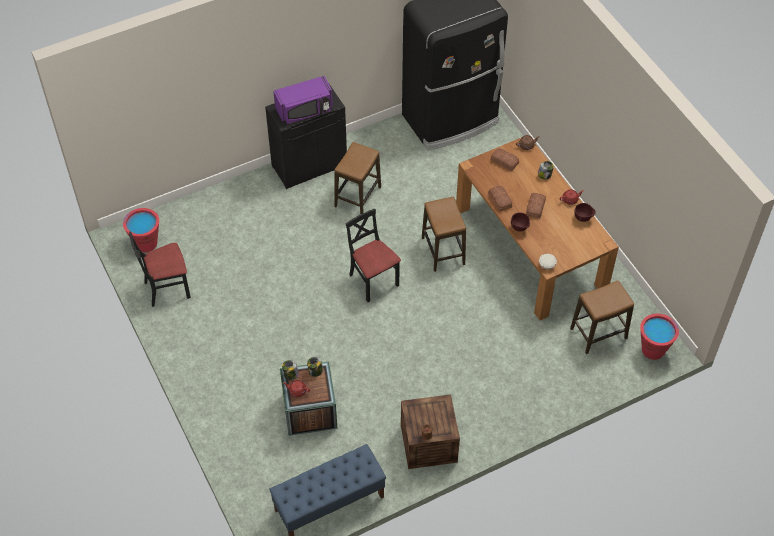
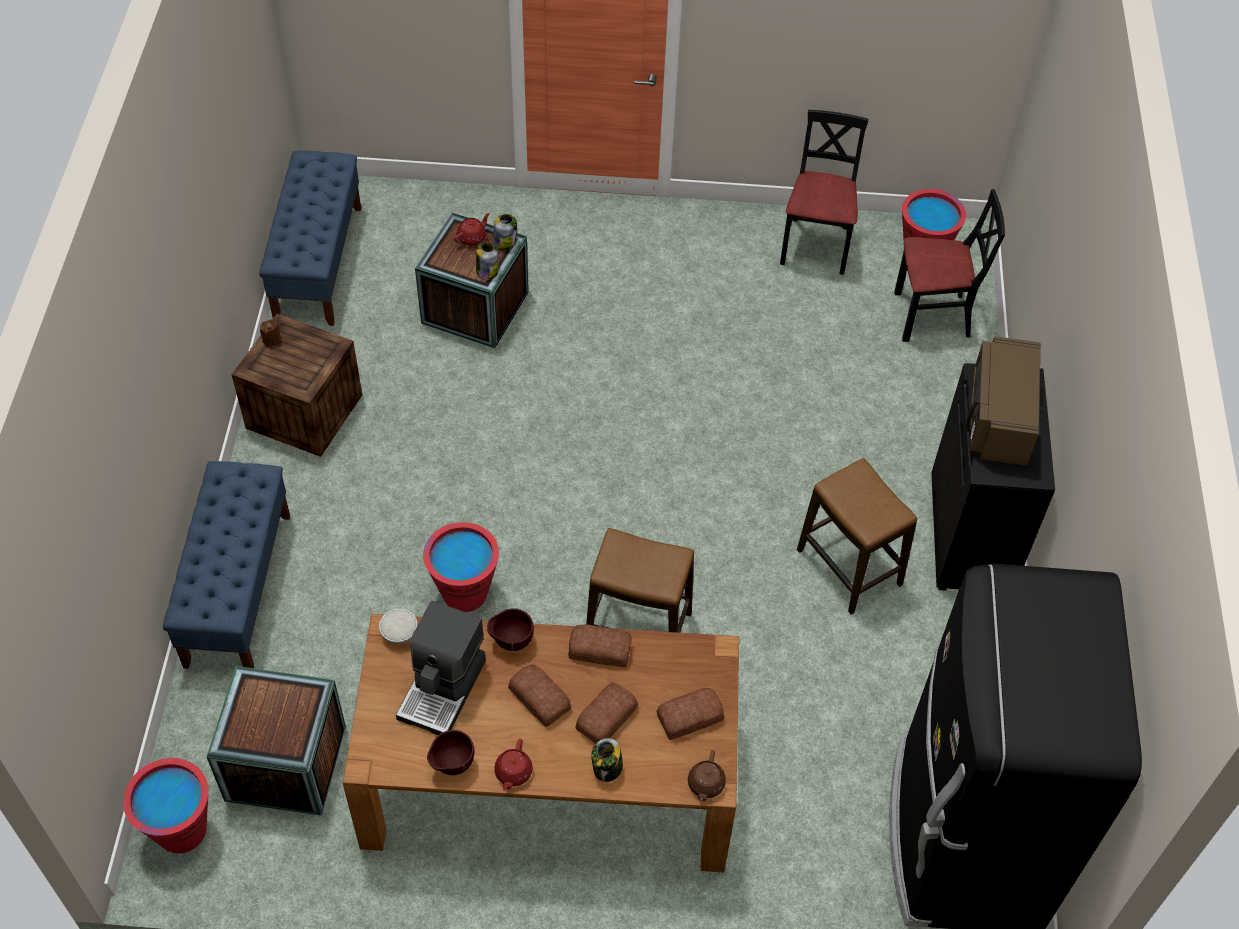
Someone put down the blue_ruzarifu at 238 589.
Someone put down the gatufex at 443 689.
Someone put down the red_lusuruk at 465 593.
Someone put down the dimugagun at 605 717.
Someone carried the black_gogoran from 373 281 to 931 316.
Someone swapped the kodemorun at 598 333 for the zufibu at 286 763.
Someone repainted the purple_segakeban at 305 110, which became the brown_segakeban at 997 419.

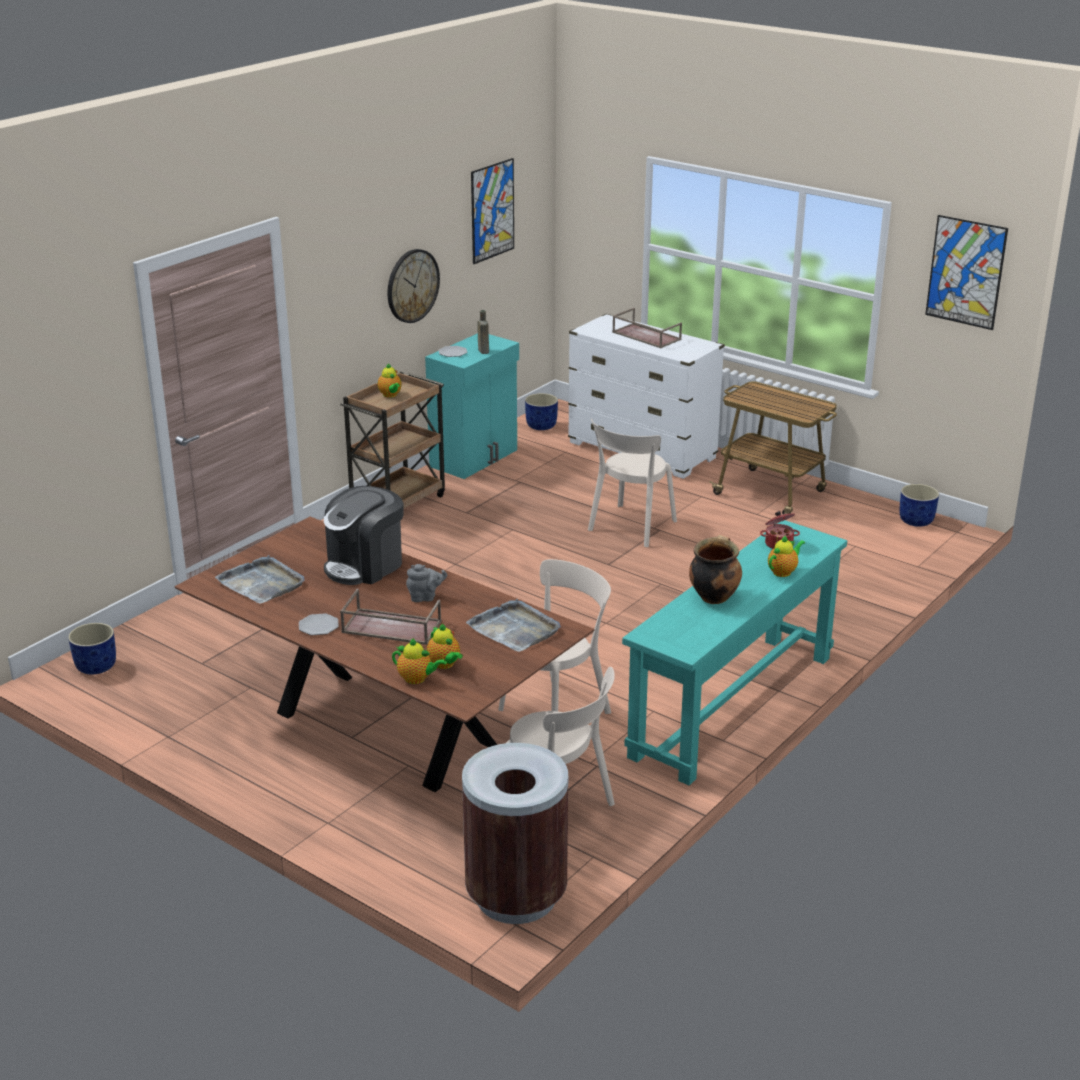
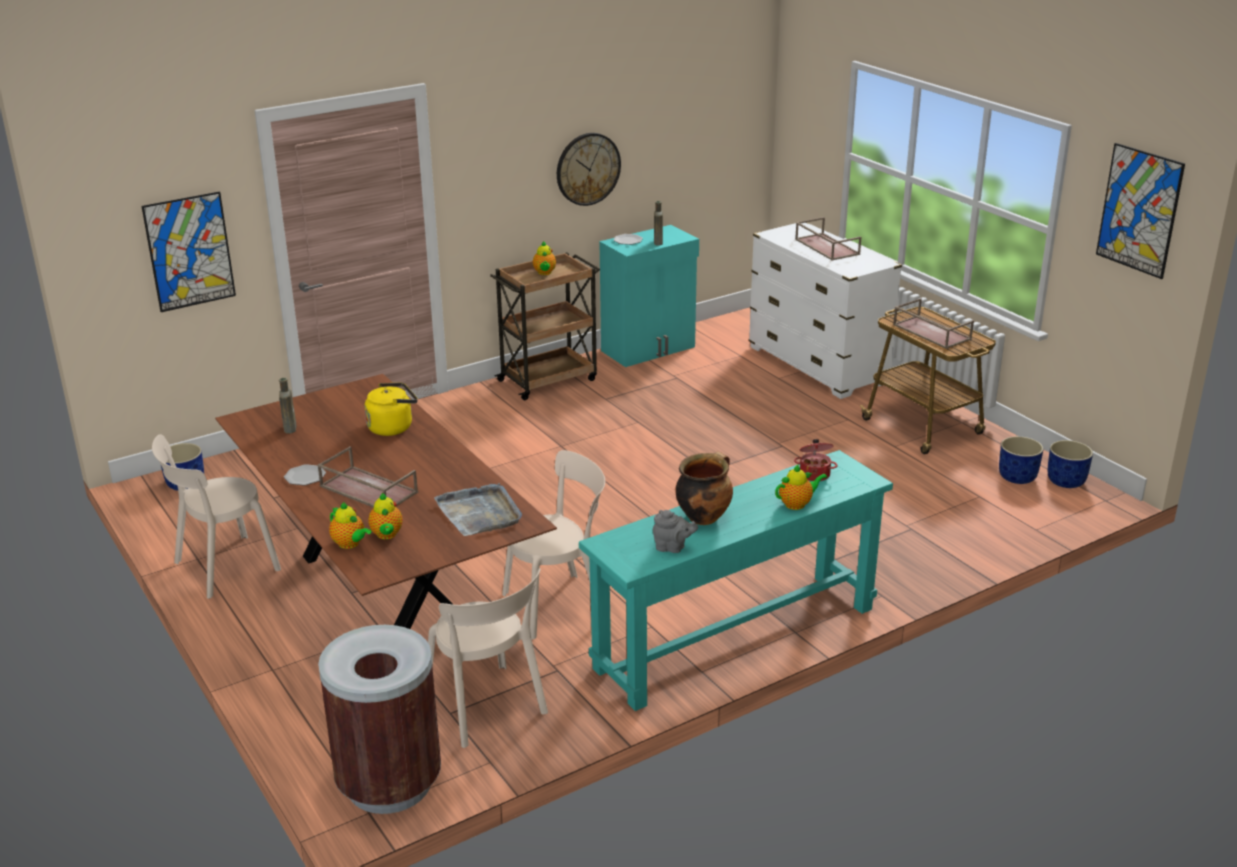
Someone put down the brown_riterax at 930 332.
Someone carried the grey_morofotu from 425 597 to 672 548.
Someone carried the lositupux from 492 211 to 189 251.
Someone carried the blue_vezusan from 541 425 to 1017 477.
Someone carried the beige_gogoran from 630 527 to 222 568.
Someone swapped the grey_riterax at 262 583 for the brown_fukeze at 290 428.
Someone swapped the gatufex at 365 565 for the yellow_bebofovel at 393 427.

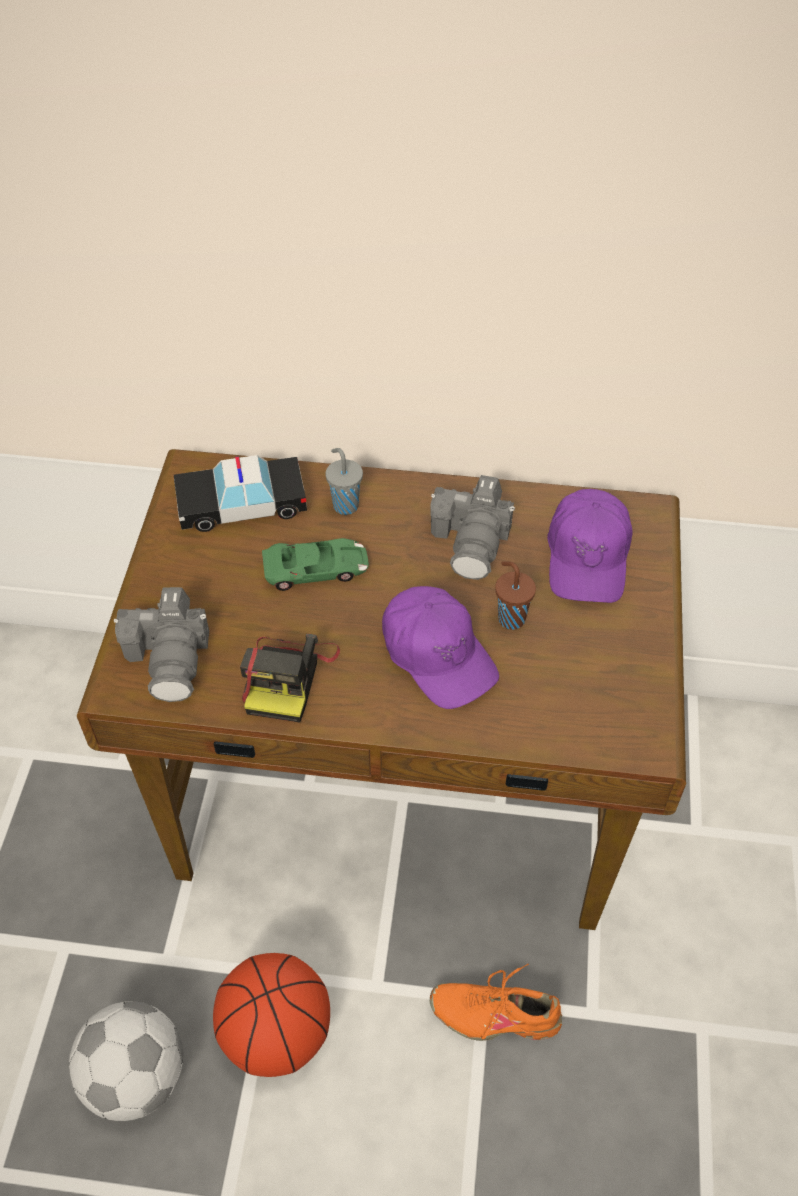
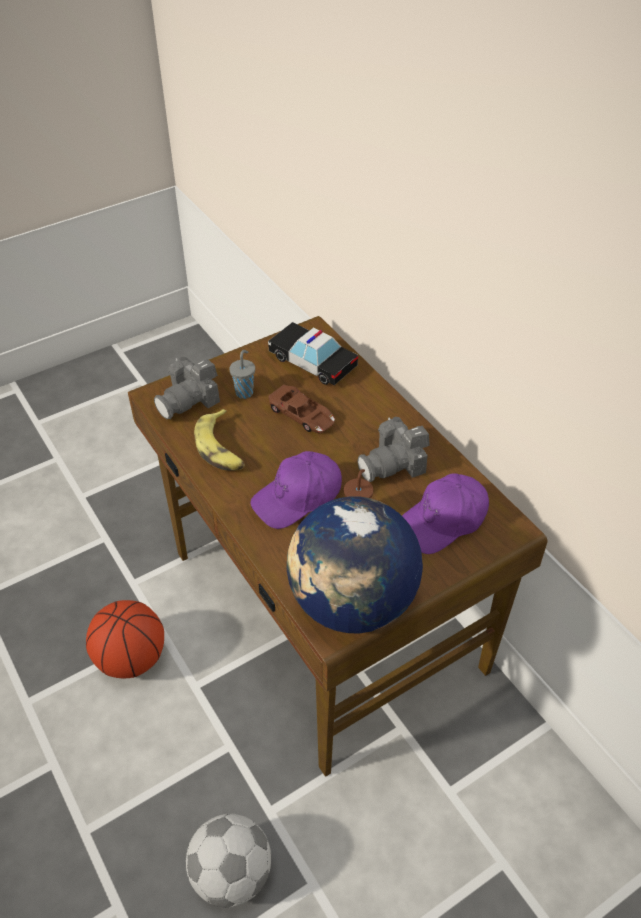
Someone took away the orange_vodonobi at 495 1013.
Someone put down the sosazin at 352 603.
Someone carried the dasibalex from 137 1076 to 232 874.
Someone carried the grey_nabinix from 344 505 to 245 392.
Someone swapped the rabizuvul at 288 677 for the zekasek at 221 448.
Someone repainted the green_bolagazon at 316 569, which became the brown_bolagazon at 302 415.
Someone rotated the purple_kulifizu at 438 655 by 45 degrees clockwise.

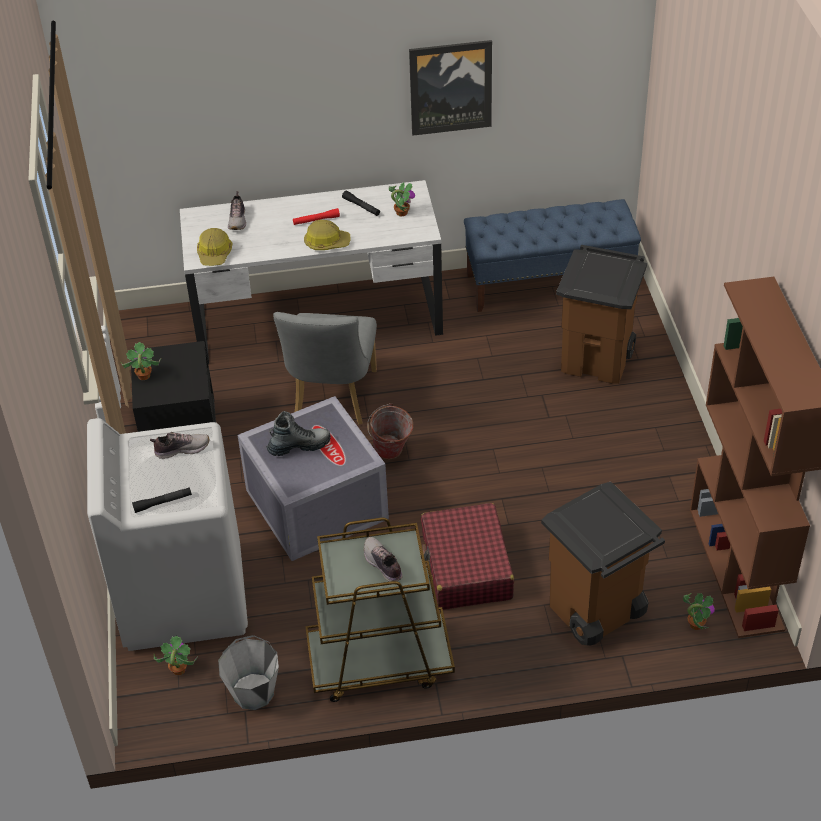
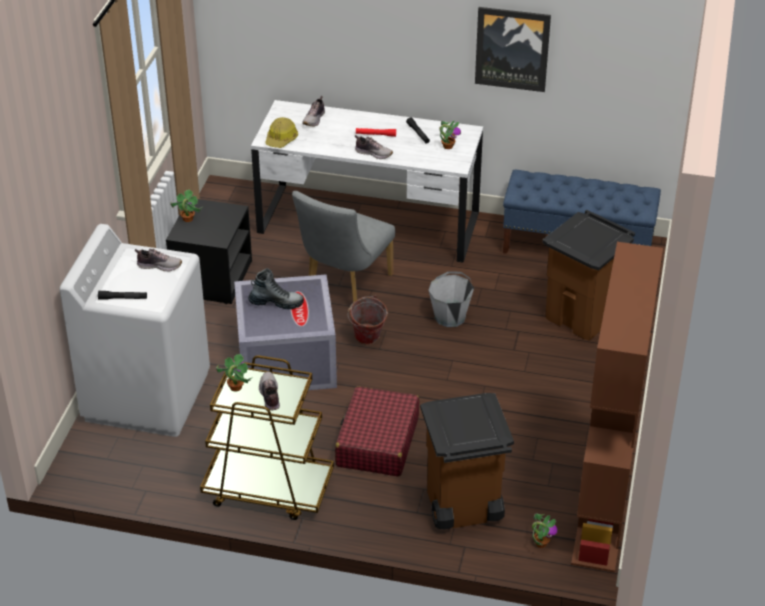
Someone carried the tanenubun from 178 670 to 235 387.
Someone carried the grey_lusuruk from 254 692 to 450 317.
Someone swapped the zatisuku at 326 242 for the vodonobi at 373 153.

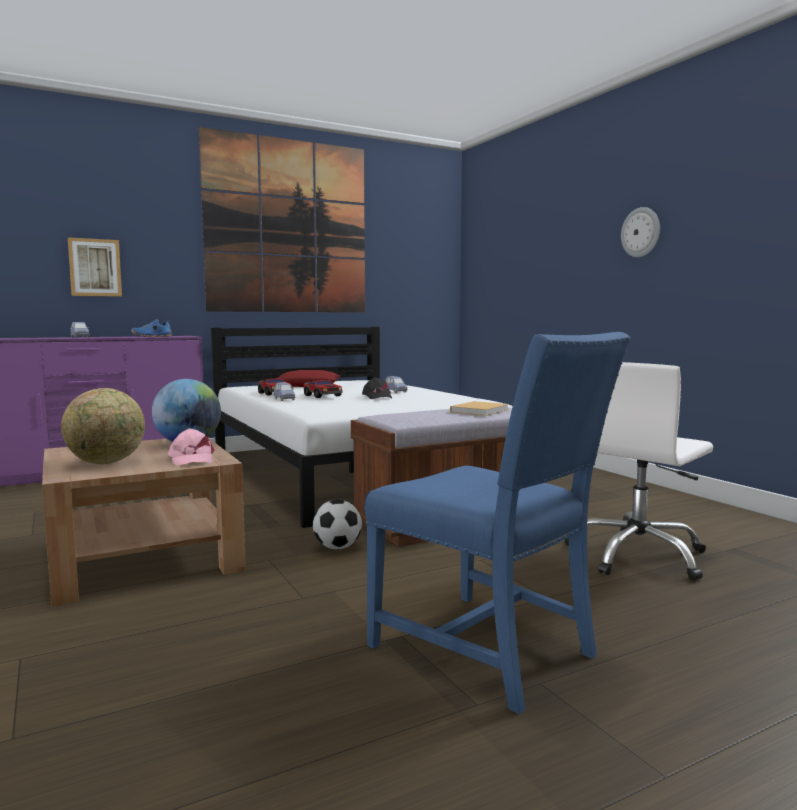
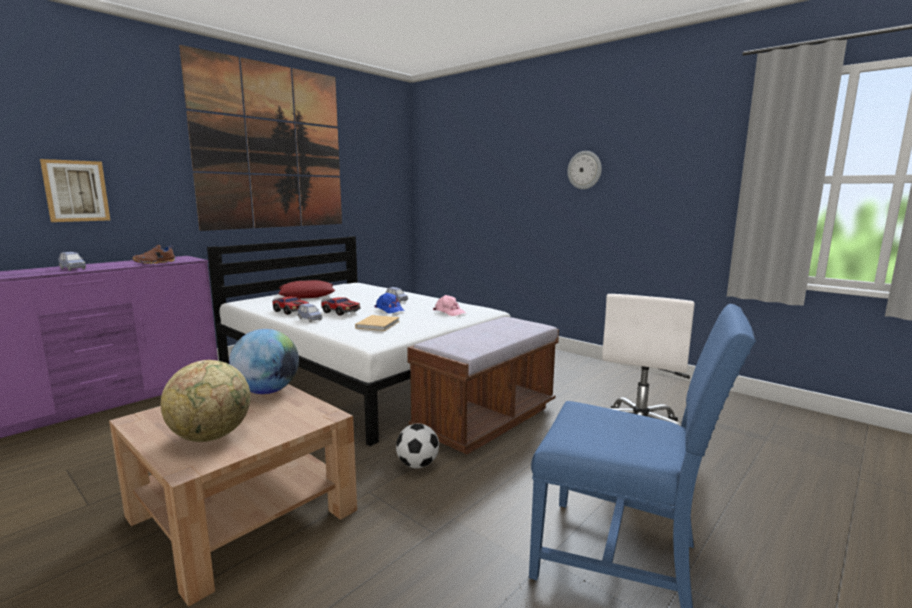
Someone carried the pink_kulifizu from 191 459 to 449 312.
Someone carried the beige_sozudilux from 480 410 to 378 324.
Someone repainted the blue_vodonobi at 152 337, which became the brown_vodonobi at 155 263.
Someone repainted the black_kulifizu at 377 397, which became the blue_kulifizu at 389 309.

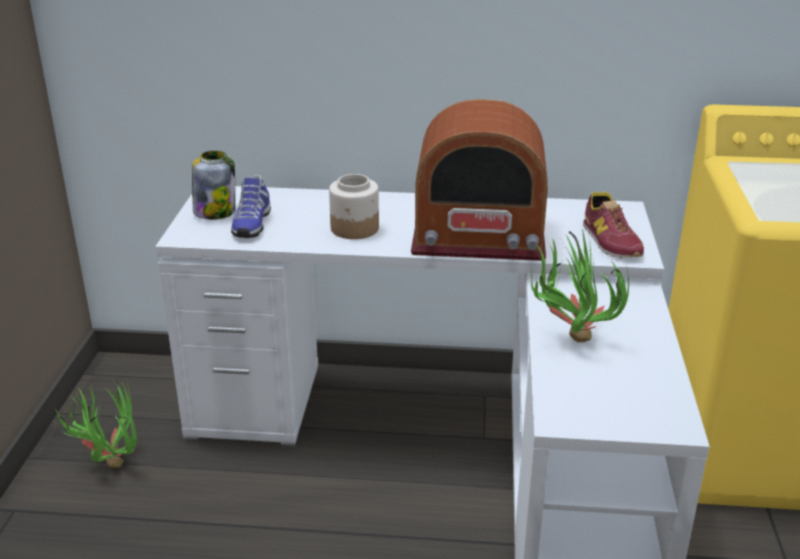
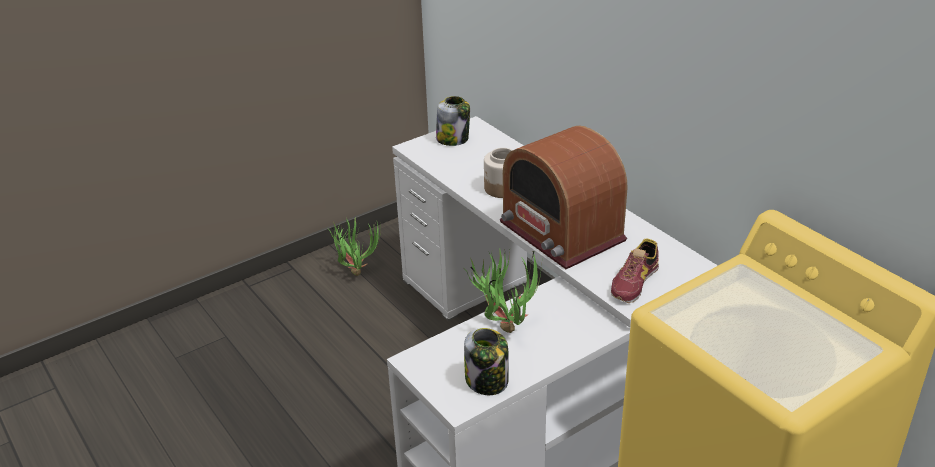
Someone took away the vodonobi at 251 224.
Someone put down the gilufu at 487 381.

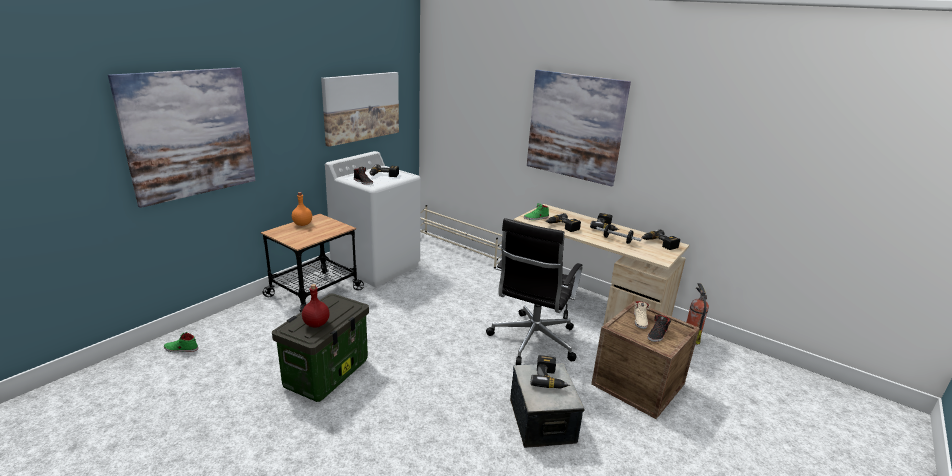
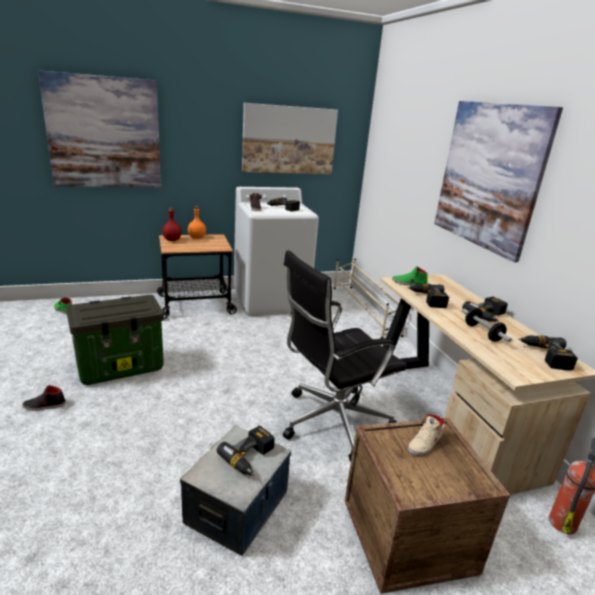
Someone carried the red_fukeze from 316 324 to 172 240.
Someone carried the black_vodonobi from 657 335 to 44 405.

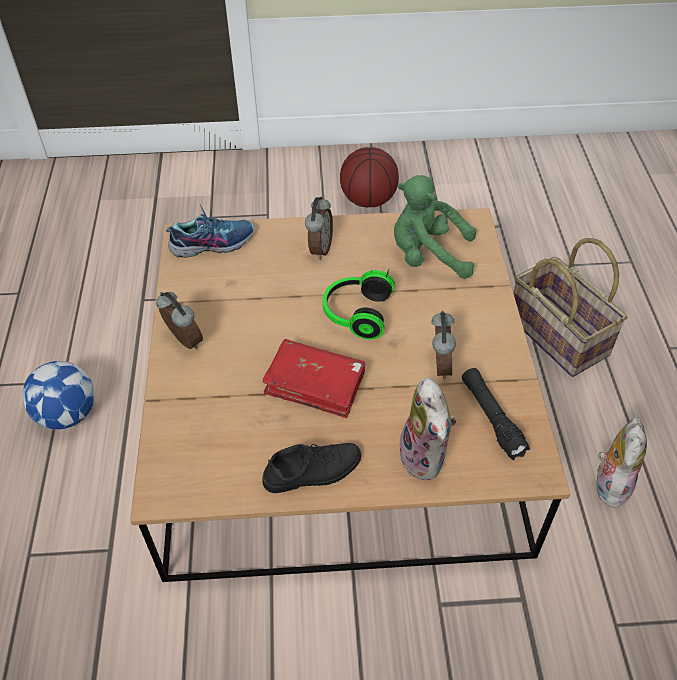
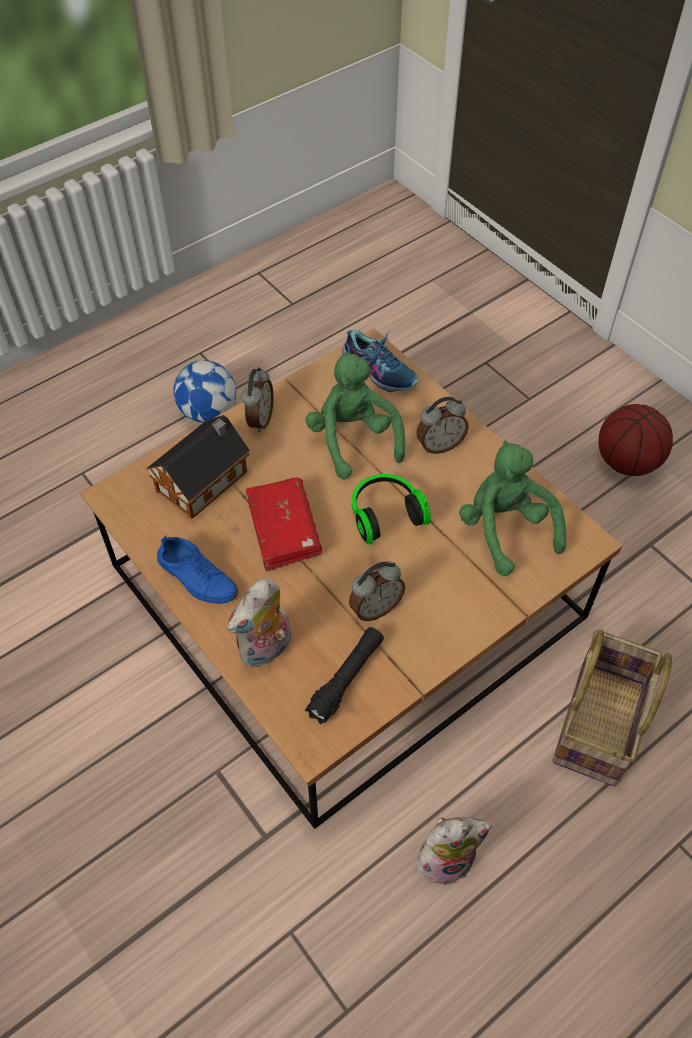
Someone put down the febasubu at 205 479.
Someone put down the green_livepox at 353 440.
Someone repainted the black_vodonobi at 312 471, which became the blue_vodonobi at 197 577.

